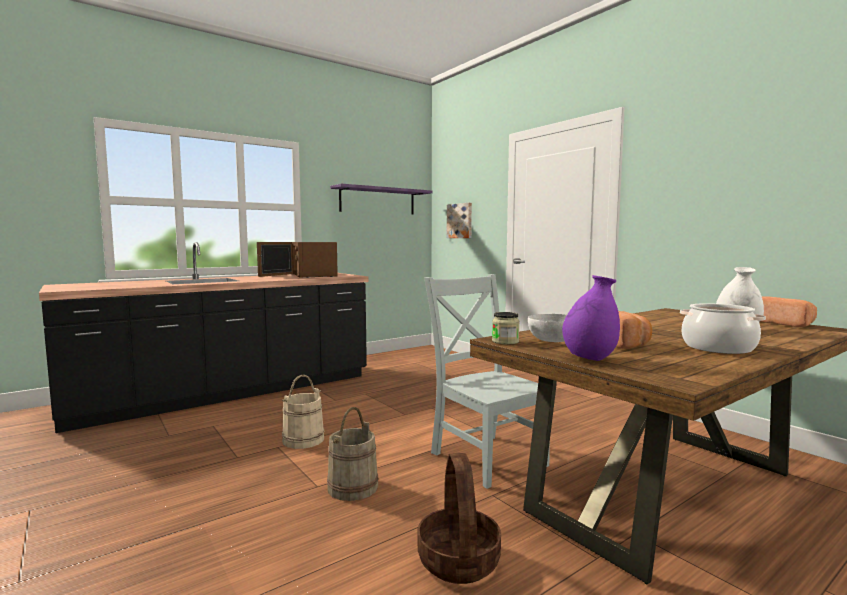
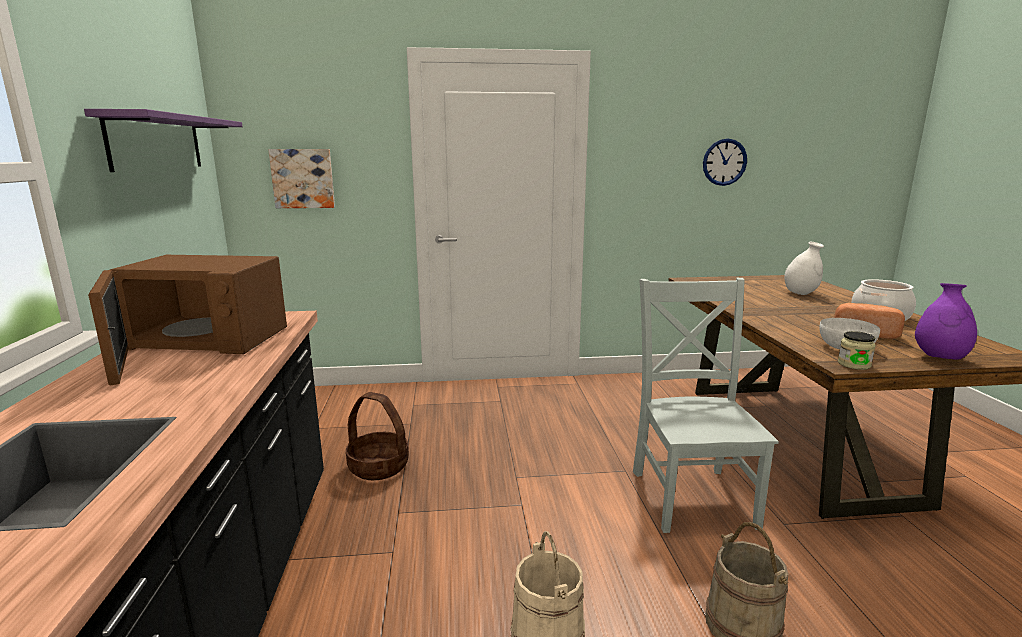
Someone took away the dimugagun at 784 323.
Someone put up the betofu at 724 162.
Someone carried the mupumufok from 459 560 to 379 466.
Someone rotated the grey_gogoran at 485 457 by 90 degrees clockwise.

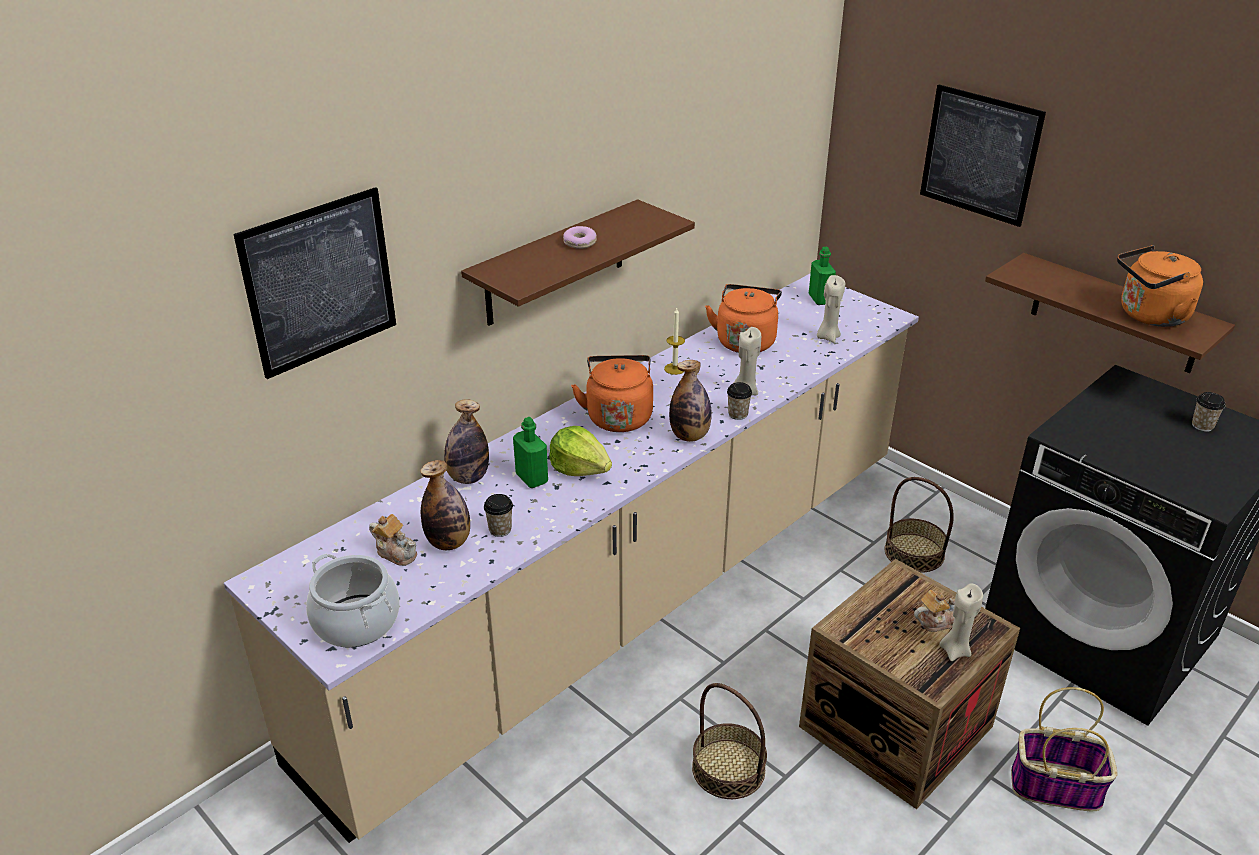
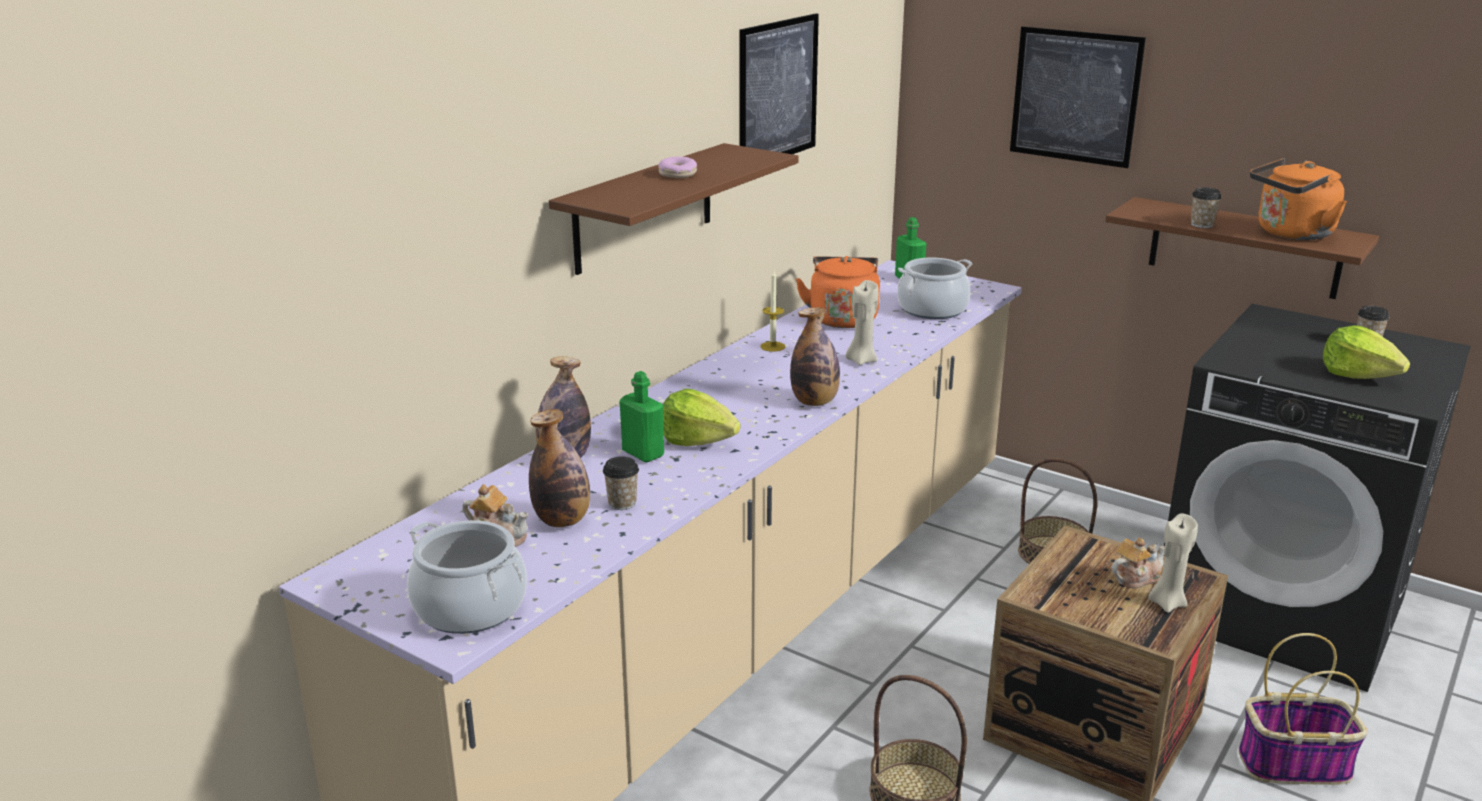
Someone took away the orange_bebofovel at 618 416.
Someone put down the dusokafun at 1358 375.
Someone carried the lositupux from 320 282 to 778 91.
Someone carried the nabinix from 738 414 to 1201 225.
Someone swapped the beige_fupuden at 827 337 for the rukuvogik at 932 309.

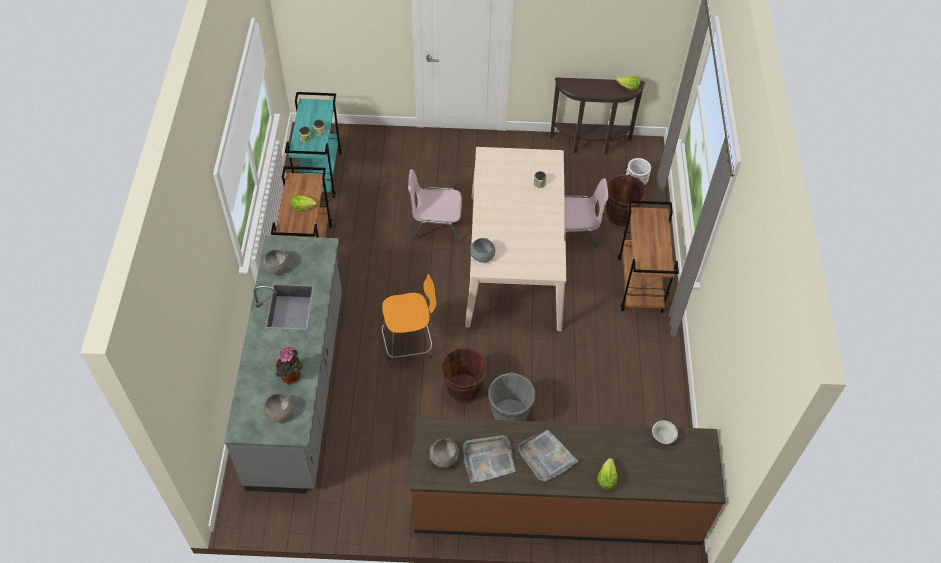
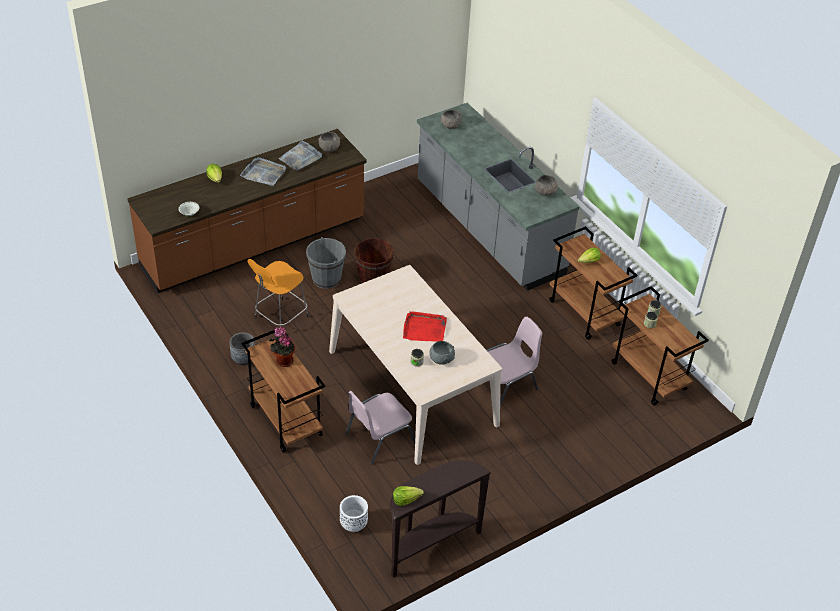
Someone took away the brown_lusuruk at 621 214.
Someone put down the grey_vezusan at 243 359.
Someone put down the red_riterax at 424 329.
Someone carried the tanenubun from 292 377 to 283 360.
Someone carried the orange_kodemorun from 409 344 to 280 318.
Someone carried the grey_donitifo from 482 256 to 441 359.
Someone repainted the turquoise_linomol at 318 173, which became the brown_linomol at 649 376.

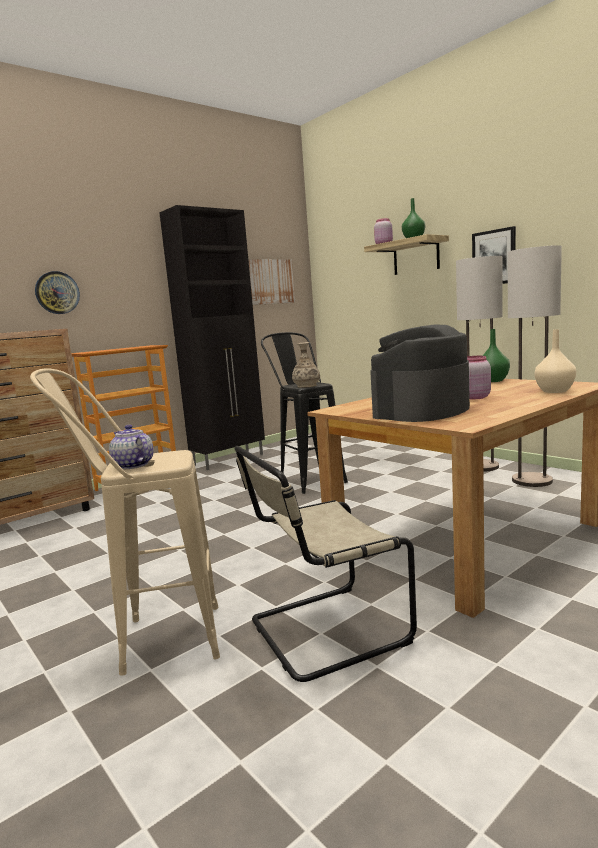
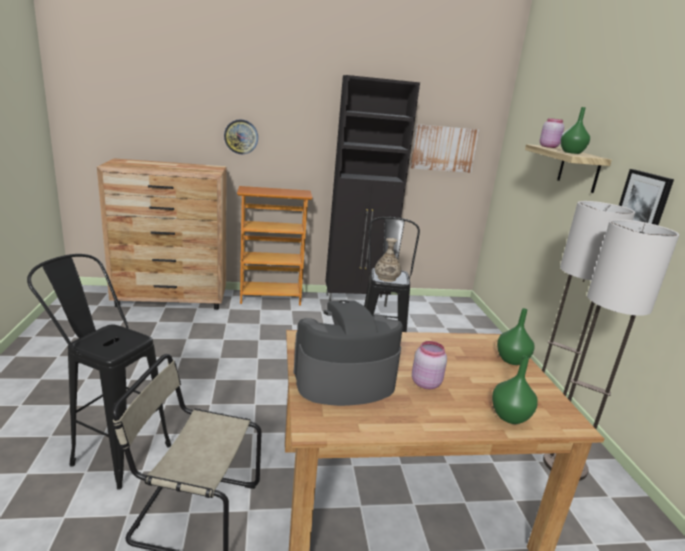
Someone took away the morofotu at 132 465.
Someone repainted the beige_kodemorun at 153 641, which became the black_kodemorun at 111 450.
Someone repainted the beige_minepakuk at 554 391, which became the green_minepakuk at 510 416.

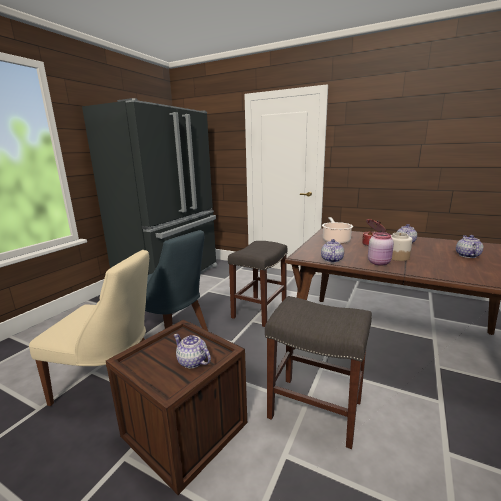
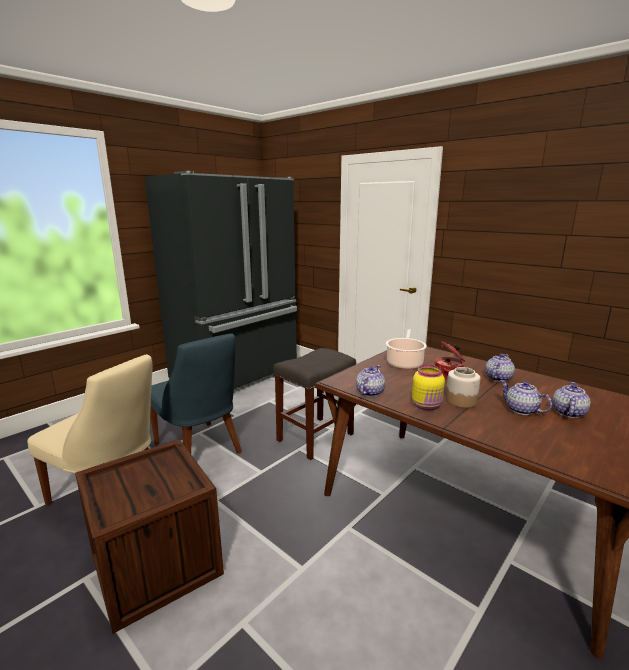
Someone took away the grey_kodemorun at 313 409.
Someone carried the morofotu from 192 362 to 521 410.
Someone repainted the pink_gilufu at 379 263, which became the yellow_gilufu at 427 406.

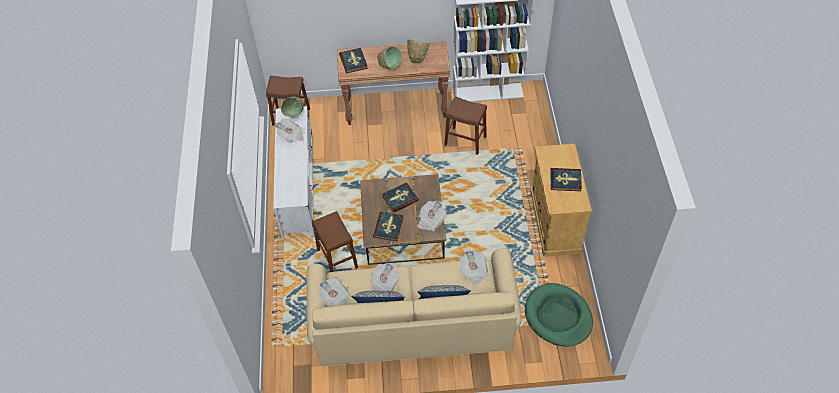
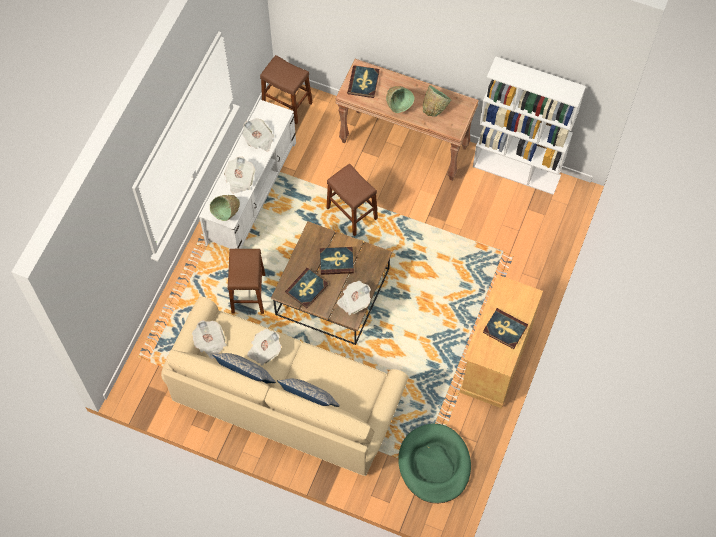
Someone carried the green_donitifo from 295 114 to 227 214.
Someone carried the brown_kodemorun from 465 141 to 352 213.
Someone carried the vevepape from 473 272 to 239 180.

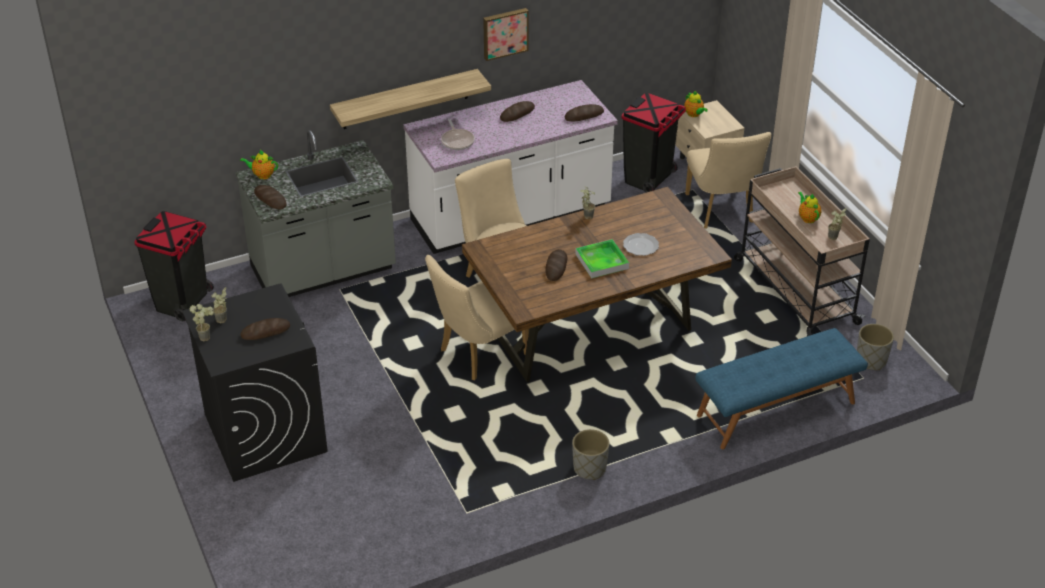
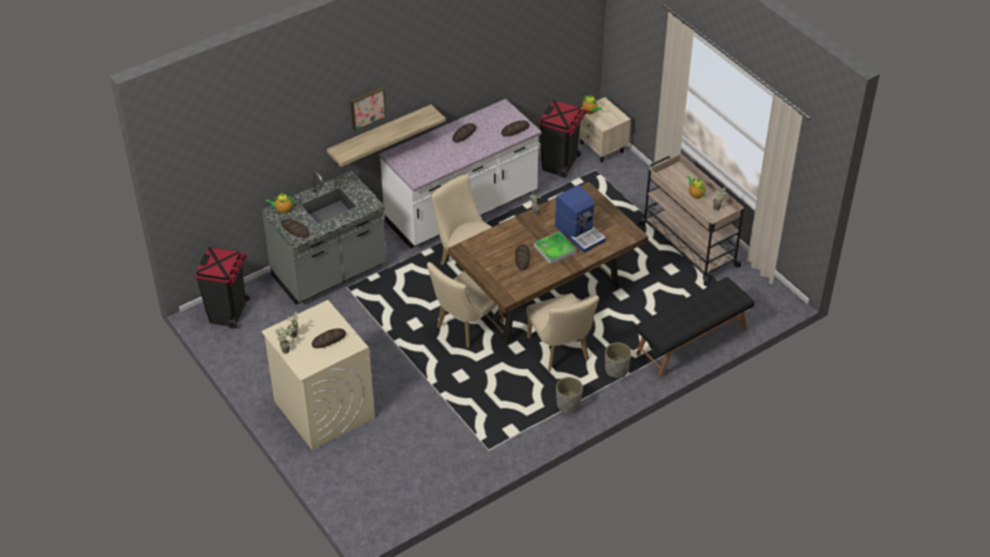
Someone took away the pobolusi at 457 141.
Someone carried the lositupux from 505 33 to 367 107.
Someone carried the beige_gogoran from 721 212 to 560 352.
Someone carried the grey_vezusan from 871 361 to 616 370.
Someone swapped the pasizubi at 641 245 for the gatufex at 580 233.
Someone repainted the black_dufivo at 264 432, which became the beige_dufivo at 323 409.
Someone repainted the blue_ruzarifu at 776 410, which became the black_ruzarifu at 692 342.

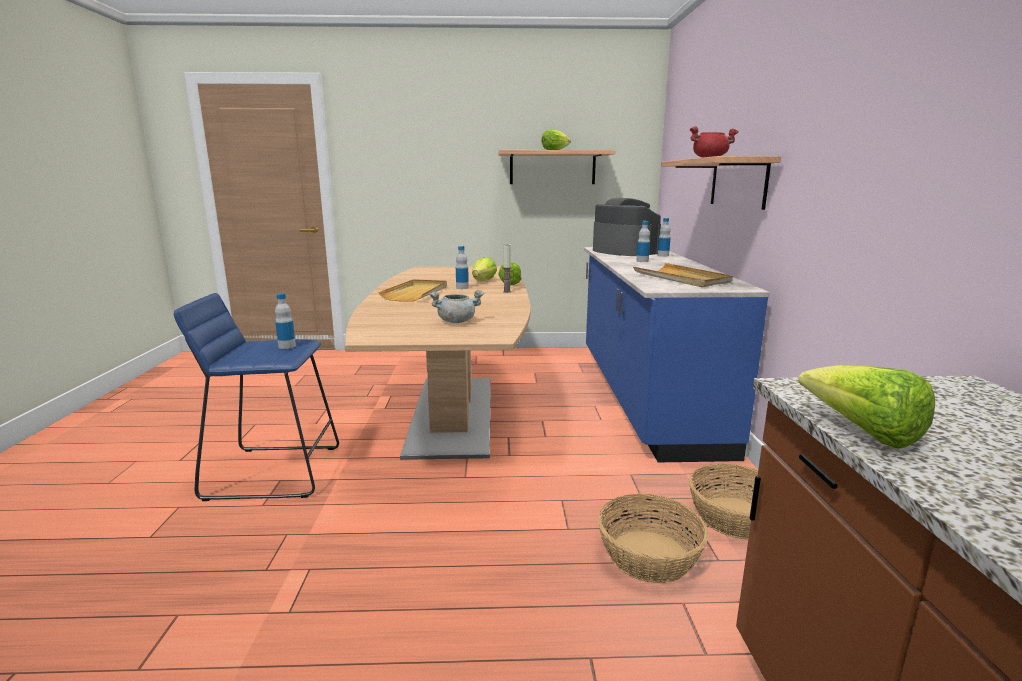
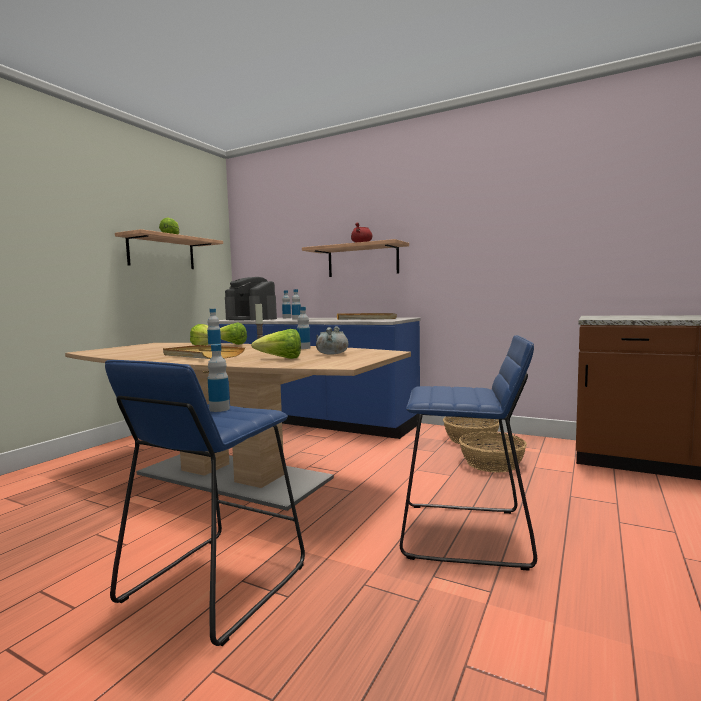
Someone put down the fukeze at 304 348.
Someone put down the blue_kodemorun at 464 534.
Someone carried the dusokafun from 862 433 to 281 359.
Someone rotated the gatufex at 624 251 by 135 degrees counterclockwise.

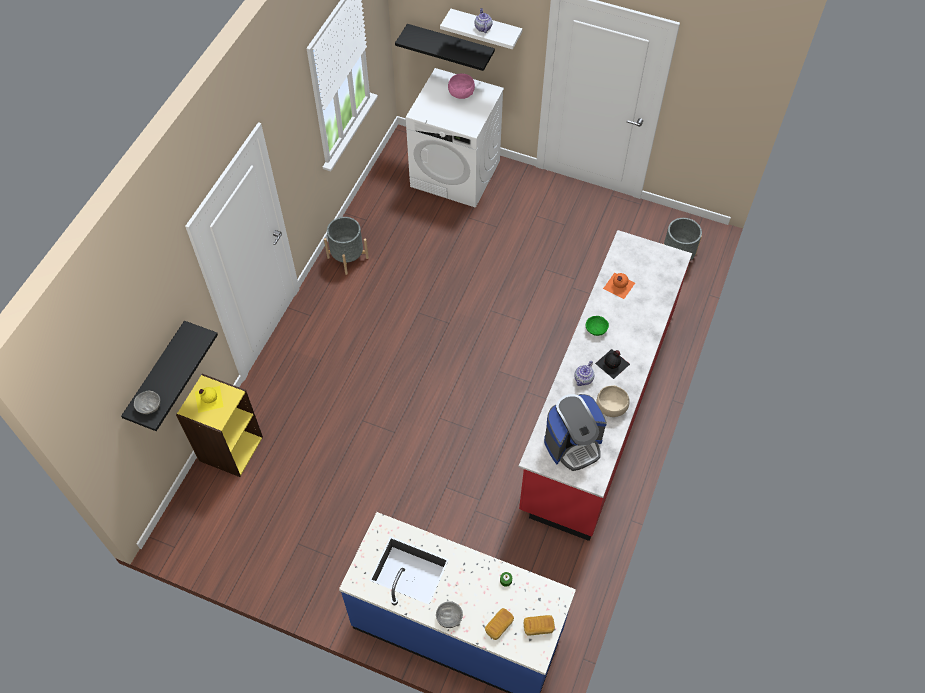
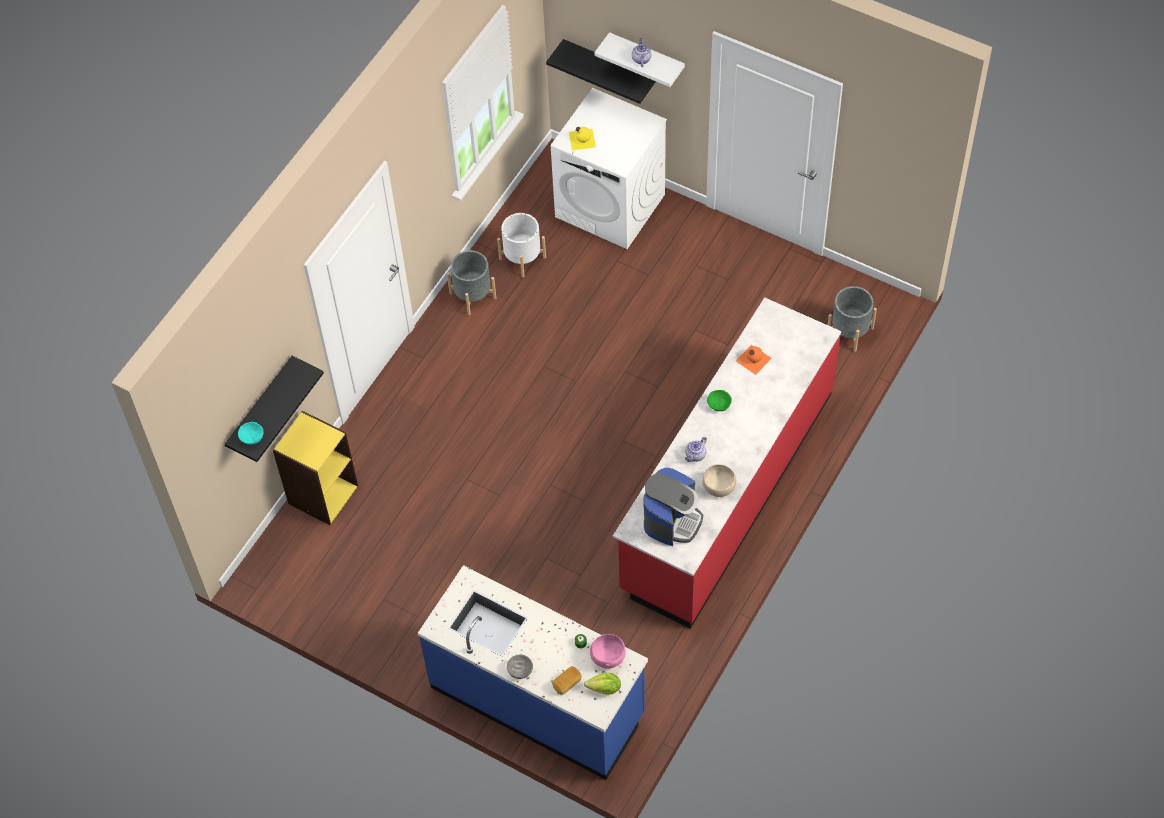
Someone took away the black_fukeze at 613 363.
Someone put down the white_vezusan at 522 258.
Someone carried the yellow_fukeze from 208 399 to 581 139.
Someone carried the pink_donitifo from 461 94 to 607 657.
Someone swapped the dimugagun at 538 627 for the dusokafun at 605 689.
Someone repainted the grey_donitifo at 149 406, which became the turquoise_donitifo at 252 437.
Someone rotated the gatufex at 573 444 by 45 degrees counterclockwise.

